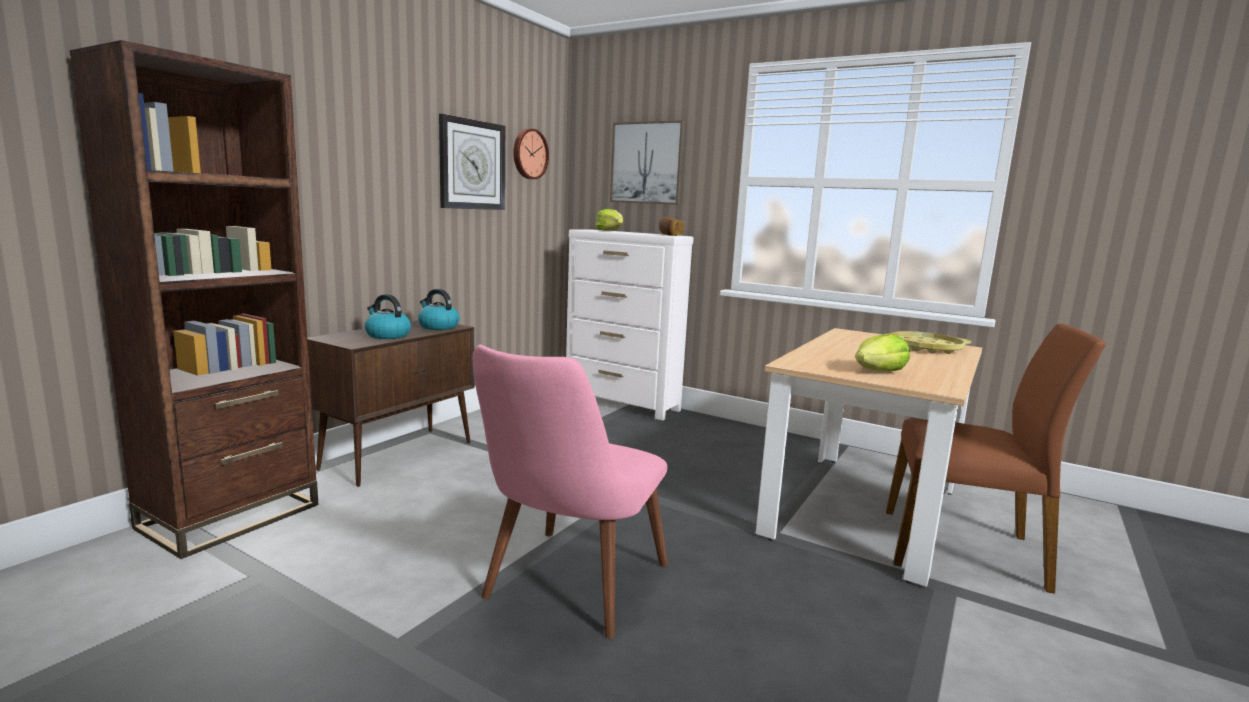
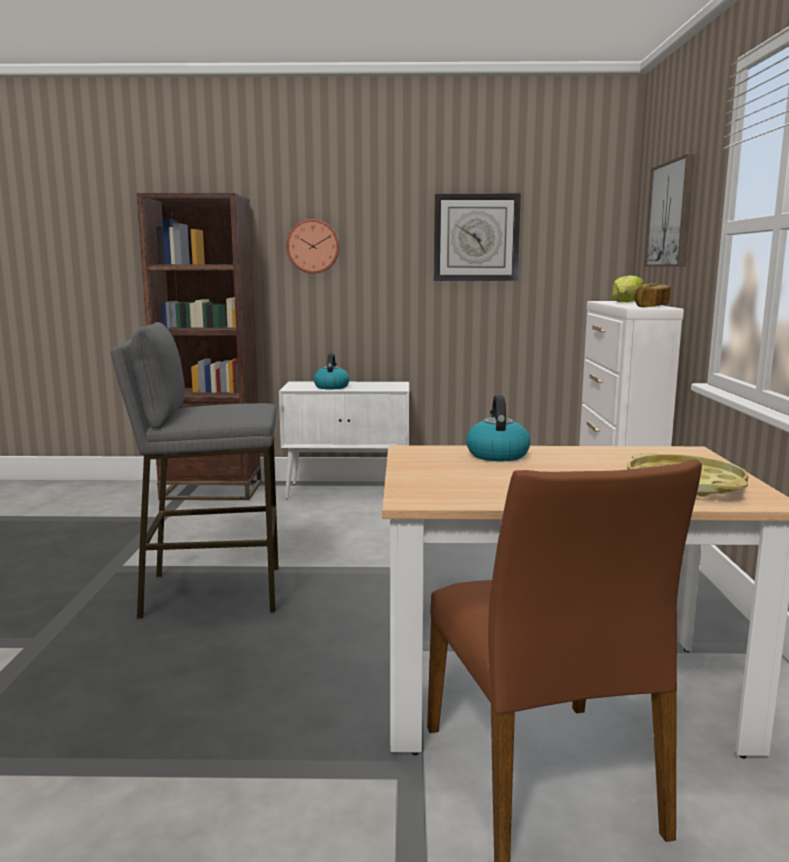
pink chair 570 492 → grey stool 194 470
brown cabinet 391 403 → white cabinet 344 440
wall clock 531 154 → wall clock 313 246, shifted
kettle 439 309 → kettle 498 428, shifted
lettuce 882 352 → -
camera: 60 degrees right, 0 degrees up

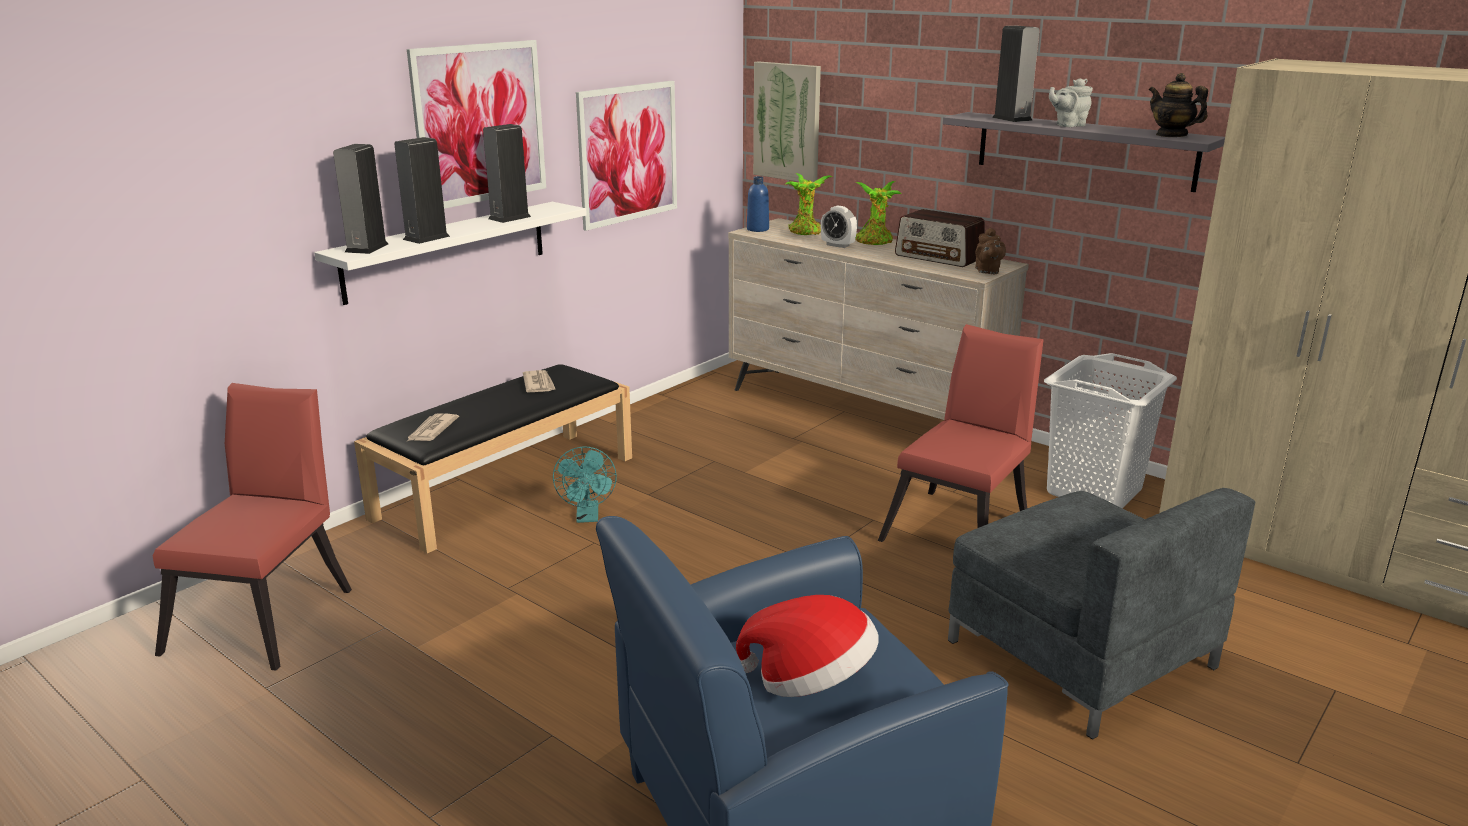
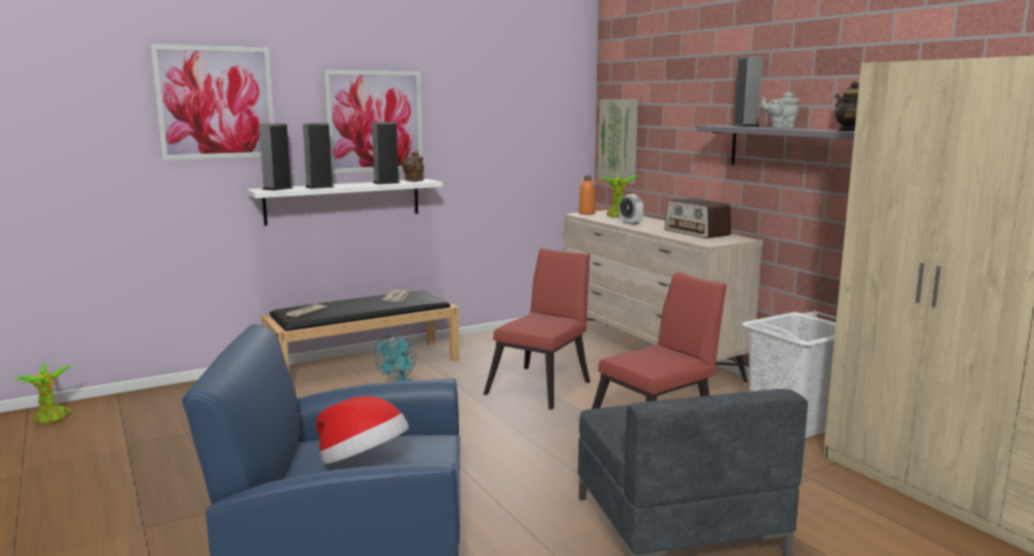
potted plant 878 213 → potted plant 43 393, shifted
picture 626 156 → picture 212 102, shifted
brown teapot 990 250 → brown teapot 413 167, shifted
red chair 252 526 → red chair 537 329, shifted
blue bottle 758 204 → orange bottle 587 195
camera: 20 degrees right, 10 degrees down

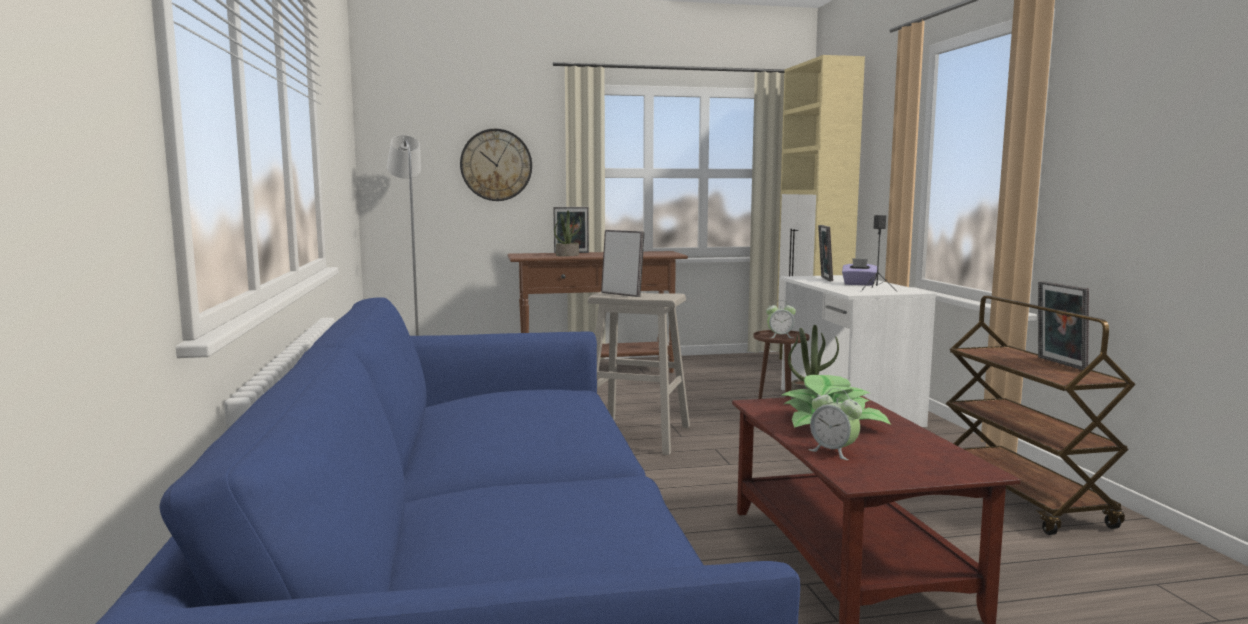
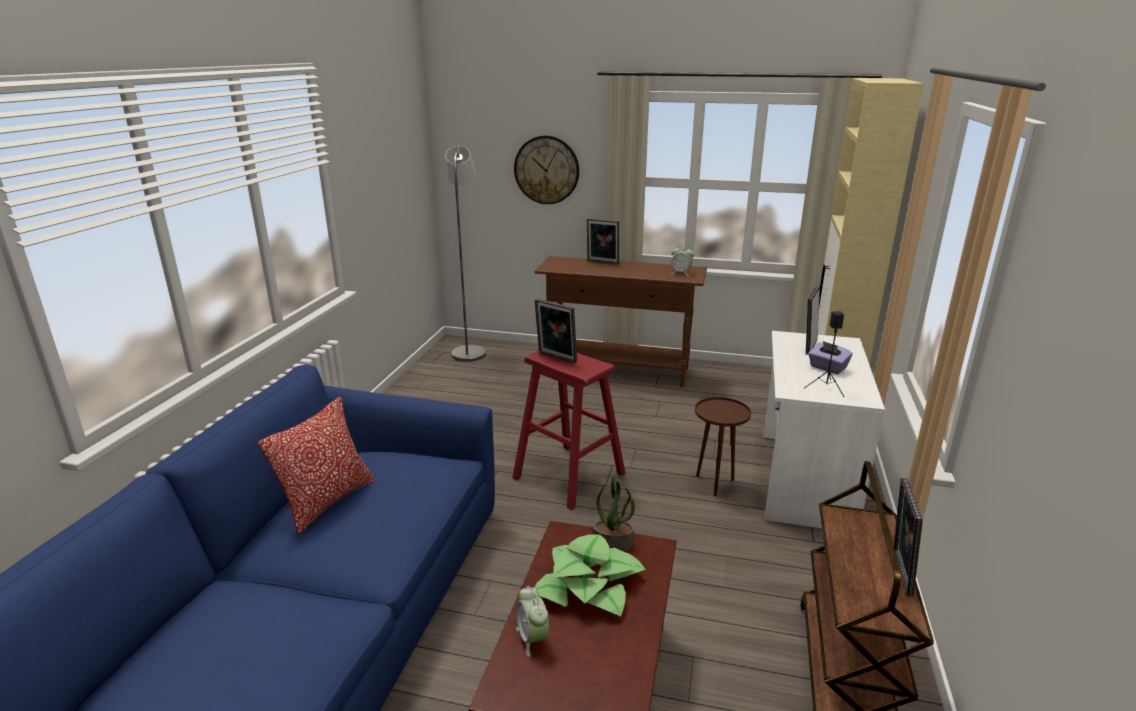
- → pillow 316 465
beige stool 639 373 → red stool 568 430
picture frame 623 263 → picture frame 556 331, 150 degrees clockwise
alarm clock 781 319 → alarm clock 682 262, shifted
potted plant 567 233 → -
camera: 25 degrees right, 15 degrees up

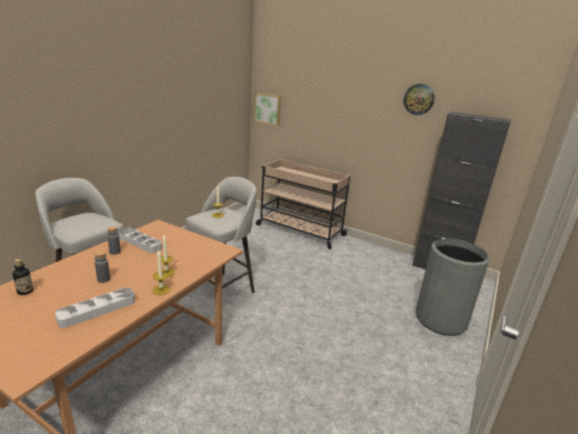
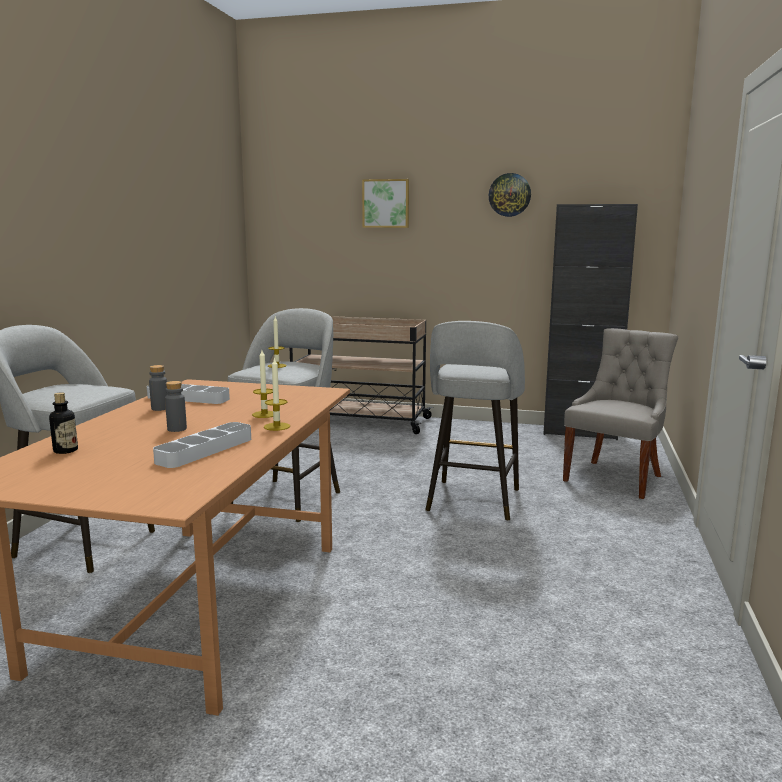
picture 267 109 → picture 385 203, shifted
- → grey stool 475 421
grey trash can 453 287 → grey chair 620 413
camera: 15 degrees left, 10 degrees down

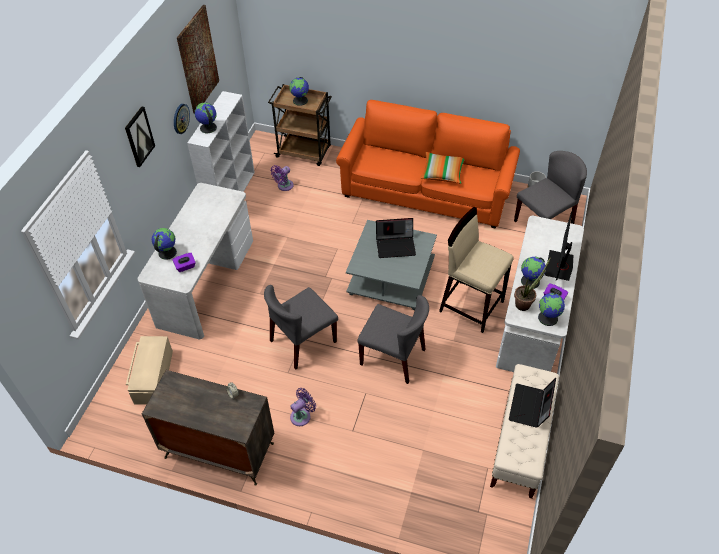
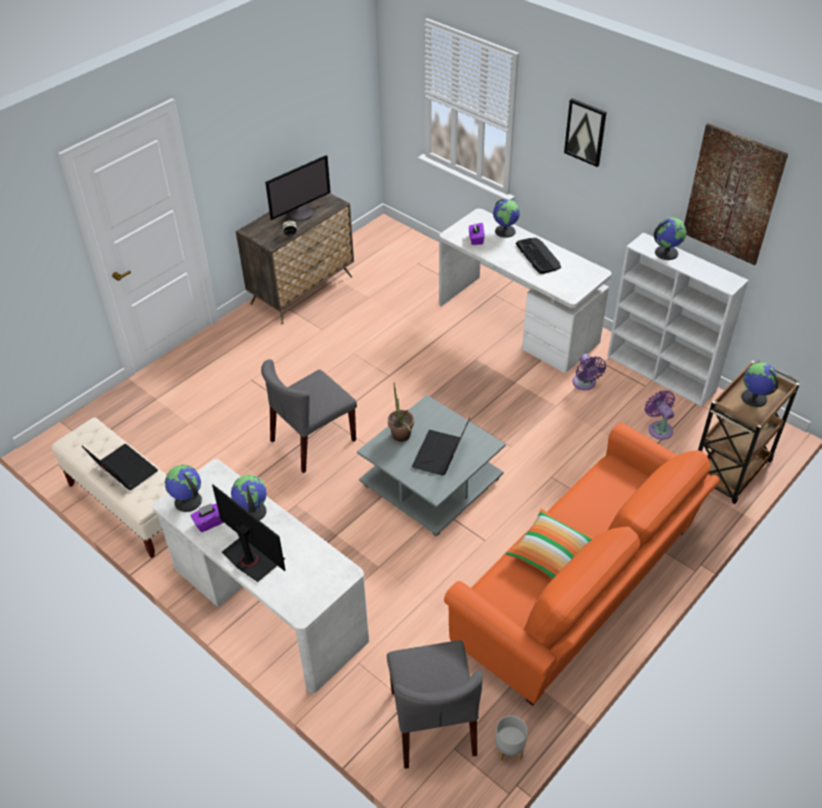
- → monitor 298 188
potted plant 532 284 → potted plant 401 412, shifted
- → keyboard 538 256
purple fan 303 407 → purple fan 589 372, shifted
beige storage box 149 370 → -
wall clock 182 119 → -
grey chair 301 327 → -
beige stool 476 270 → -
camera: 115 degrees right, 5 degrees down

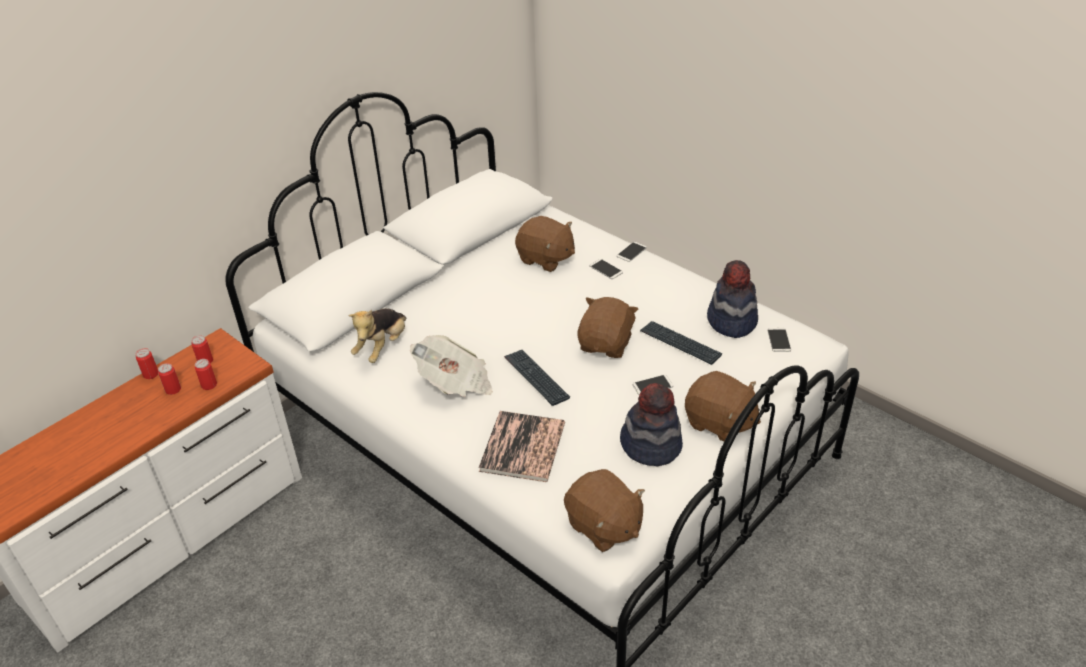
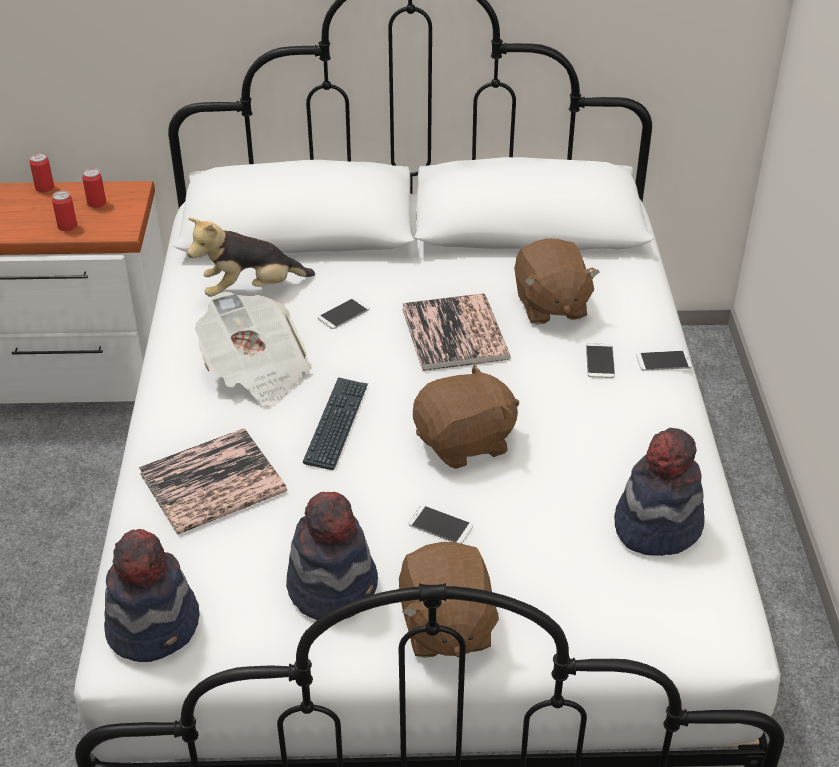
brown plush toy 604 510 → hat 152 595
phone 779 340 → phone 344 313, shifted
- → book 456 332
can 169 379 → -
keyboard 681 343 → -
camera: 45 degrees right, 0 degrees up

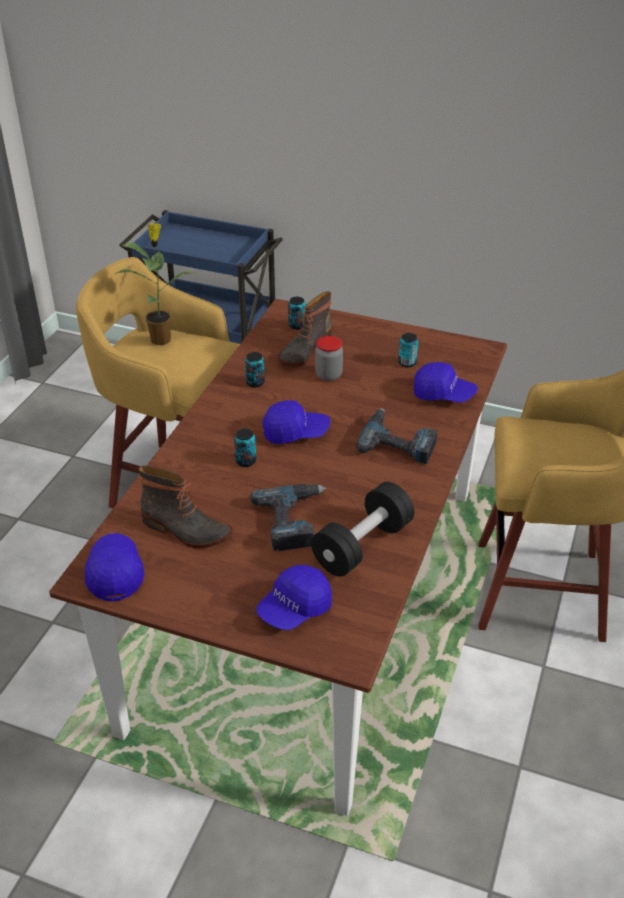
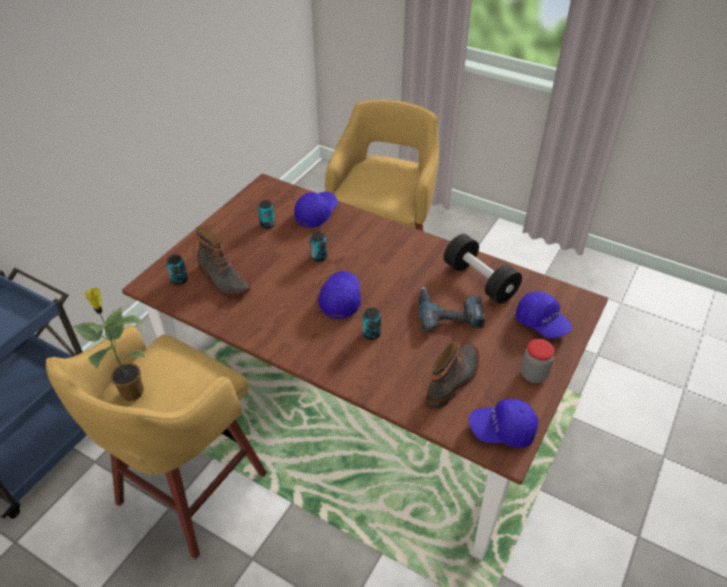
can 255 369 → can 318 247, shifted
jar 329 358 → jar 538 361, shifted
power drill 397 436 → -
camera: 80 degrees left, 5 degrees up

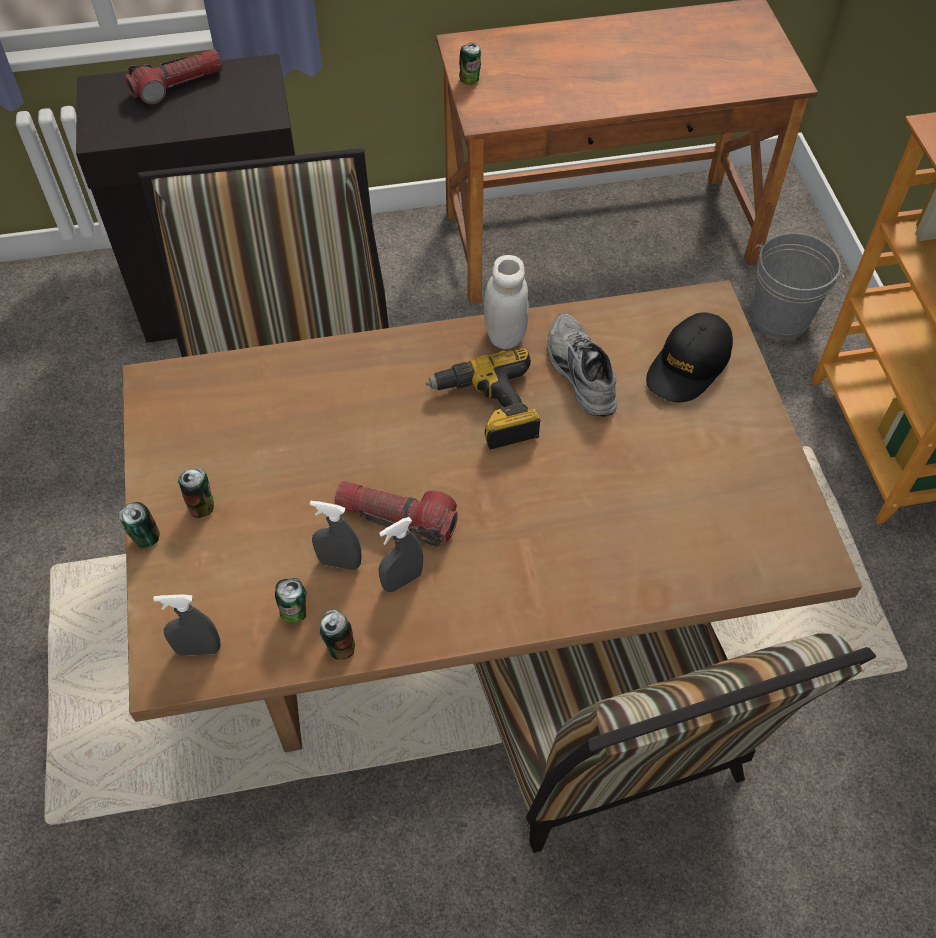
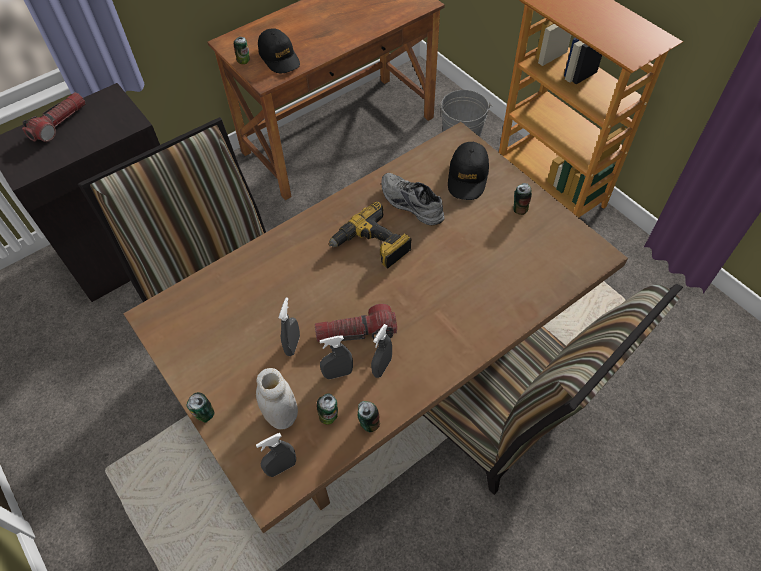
white jar 506 302 → white jar 277 398, shifted
- → black cap 279 50
- → grey spray bottle 289 326
can 196 493 → can 522 199, shifted
camera: 25 degrees left, 0 degrees up

